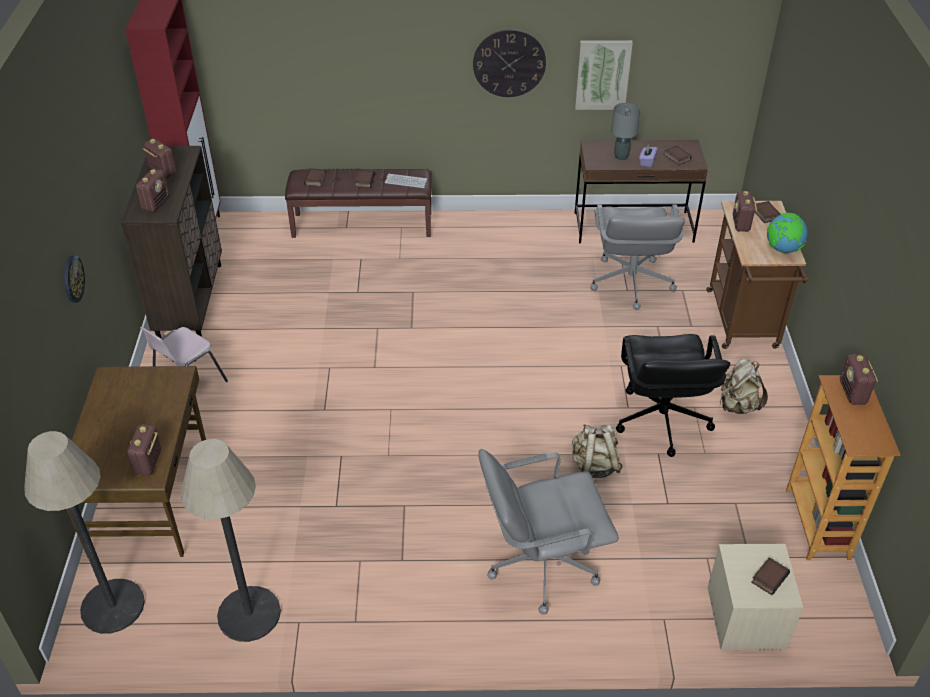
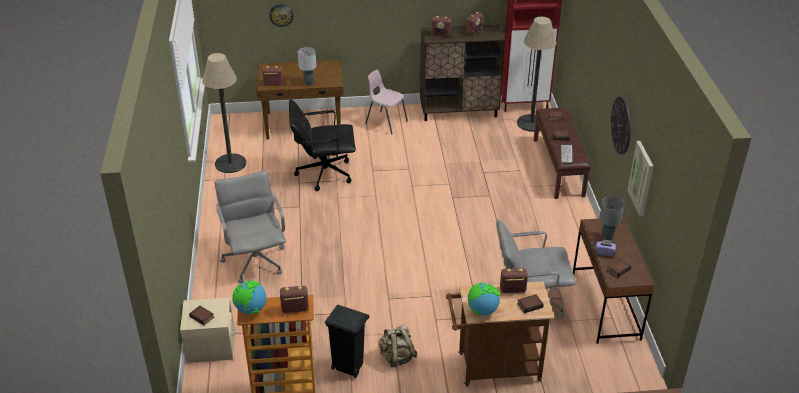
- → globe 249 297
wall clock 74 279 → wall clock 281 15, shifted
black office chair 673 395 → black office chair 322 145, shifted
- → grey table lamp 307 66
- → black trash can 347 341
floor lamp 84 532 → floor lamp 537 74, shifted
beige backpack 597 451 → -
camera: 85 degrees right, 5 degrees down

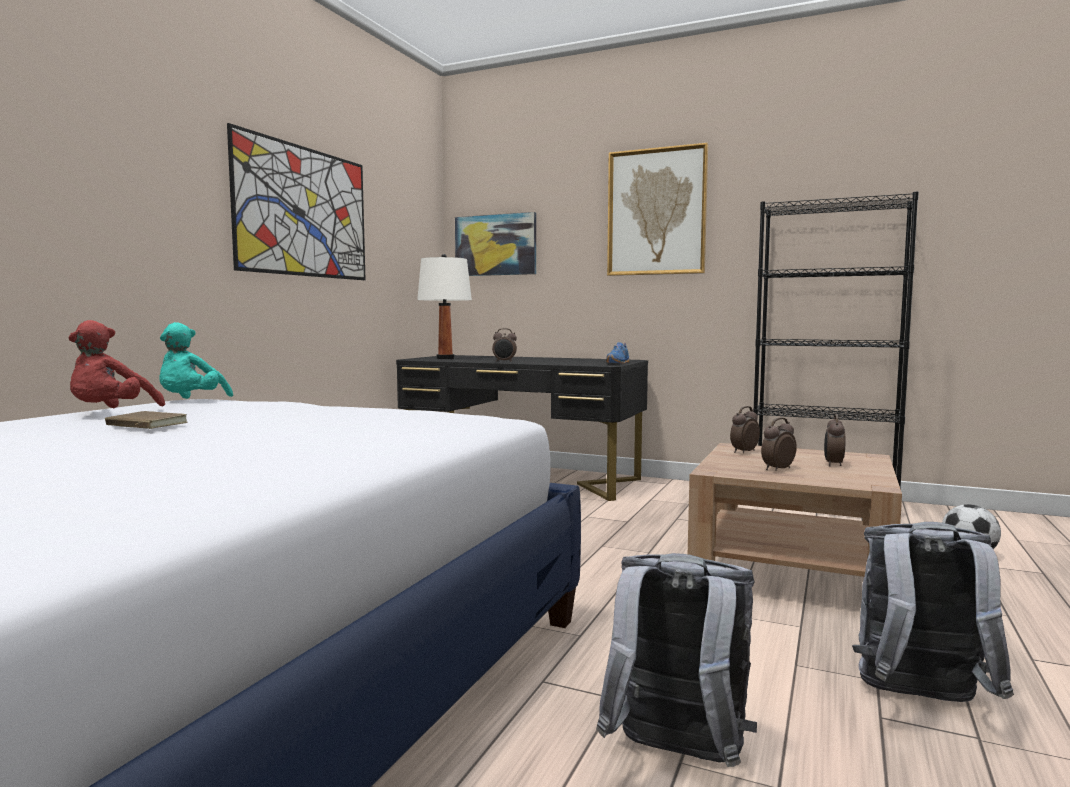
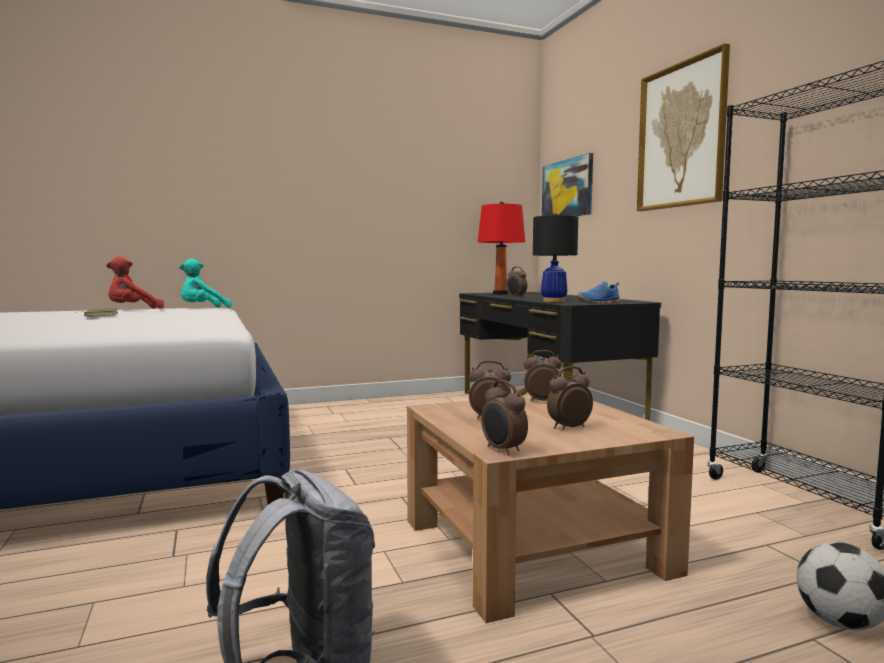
white table lamp 444 306 → red table lamp 501 247
- → alarm clock 504 418
- → black table lamp 555 257
picture 296 201 → -
grey backpack 676 660 → -
camera: 45 degrees right, 0 degrees up

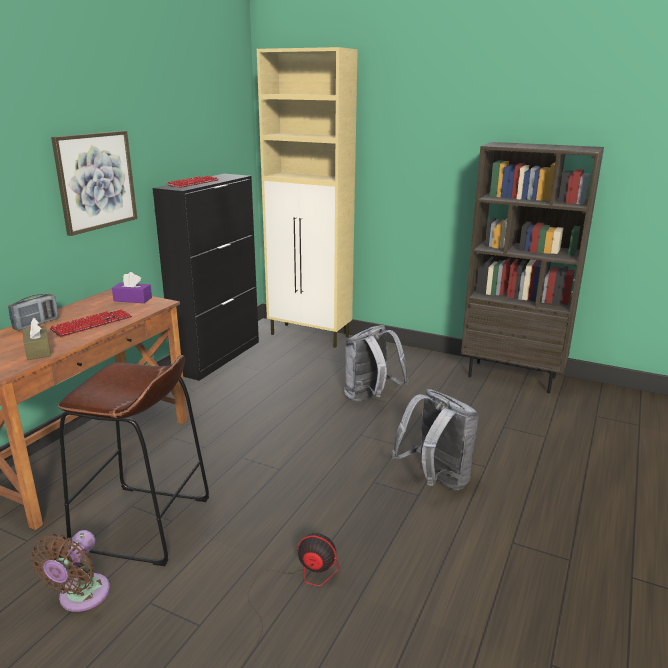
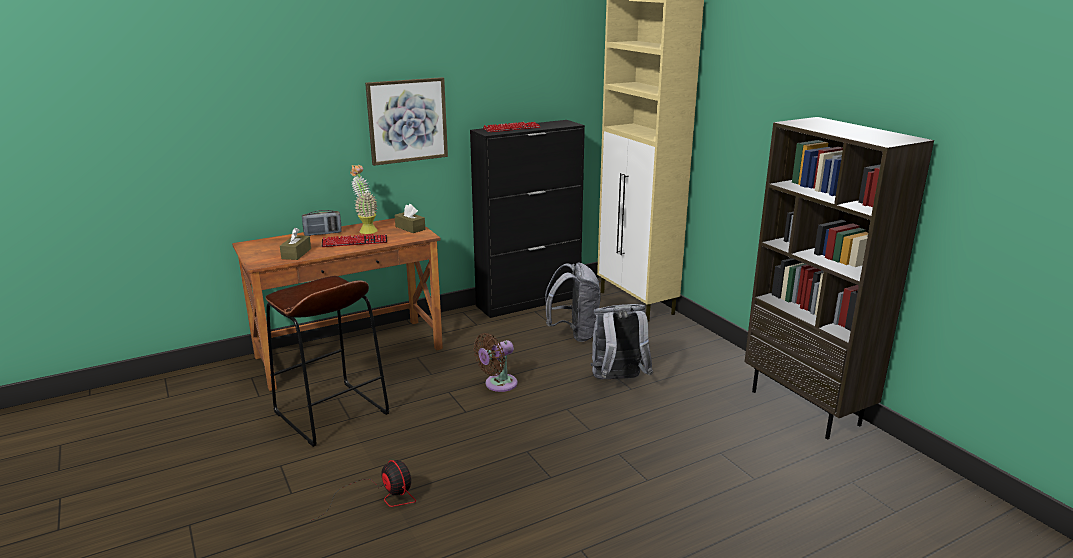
- → potted plant 364 199
purple tissue box 132 287 → brown tissue box 410 218
brown fan 70 571 → brown fan 495 362, shifted
grey backpack 435 439 → grey backpack 573 302, shifted
camera: 35 degrees right, 0 degrees up

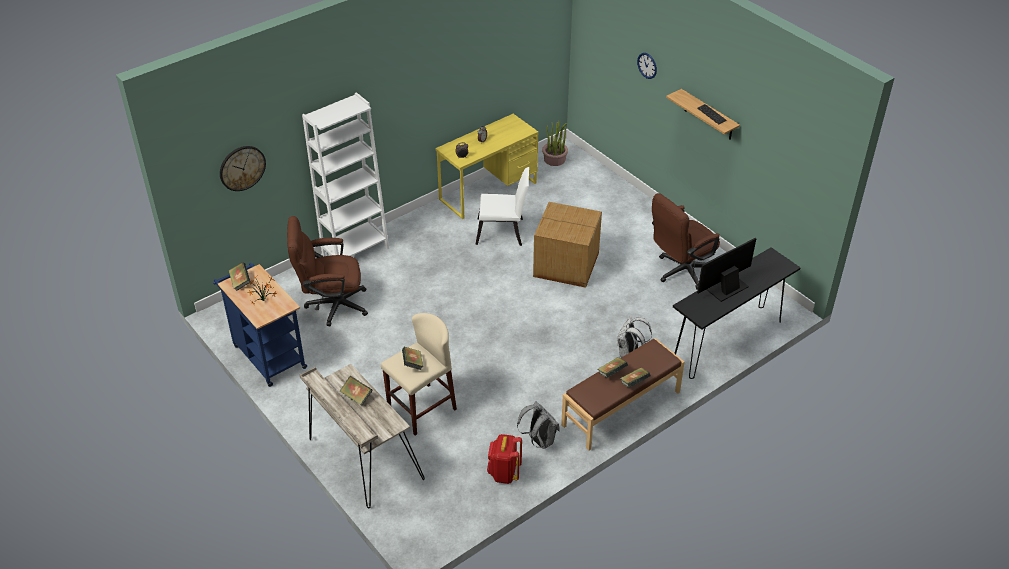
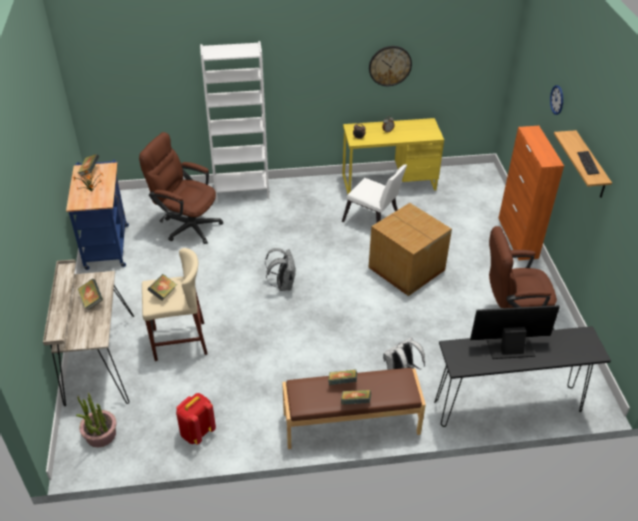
potted plant 555 143 → potted plant 96 420, shifted
grey backpack 538 425 → grey backpack 280 269, shifted
wall clock 243 168 → wall clock 390 66, shifted
- → orange cabinet 531 193
camera: 30 degrees right, 0 degrees up

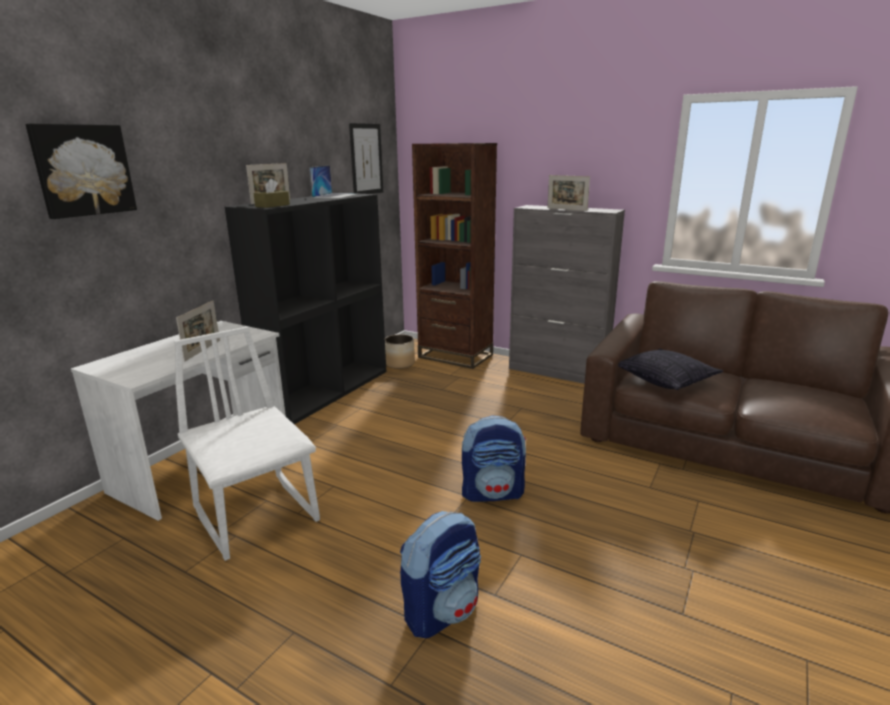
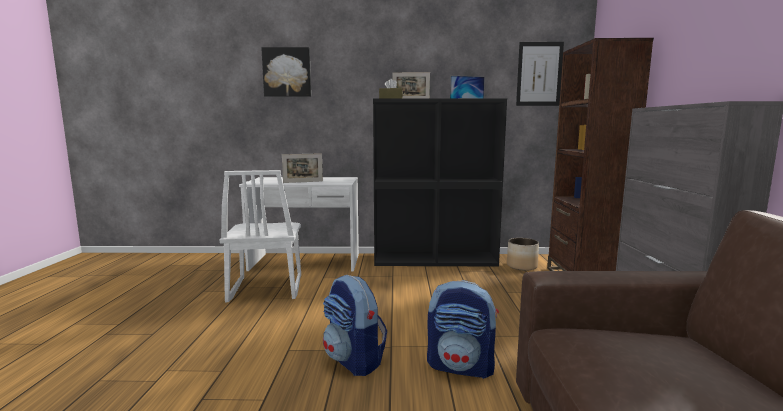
white chair 247 443 → white chair 260 236, 150 degrees clockwise
backpack 440 574 → backpack 463 329, shifted
picture frame 568 193 → -
pillow 670 369 → -
camera: 60 degrees right, 10 degrees down

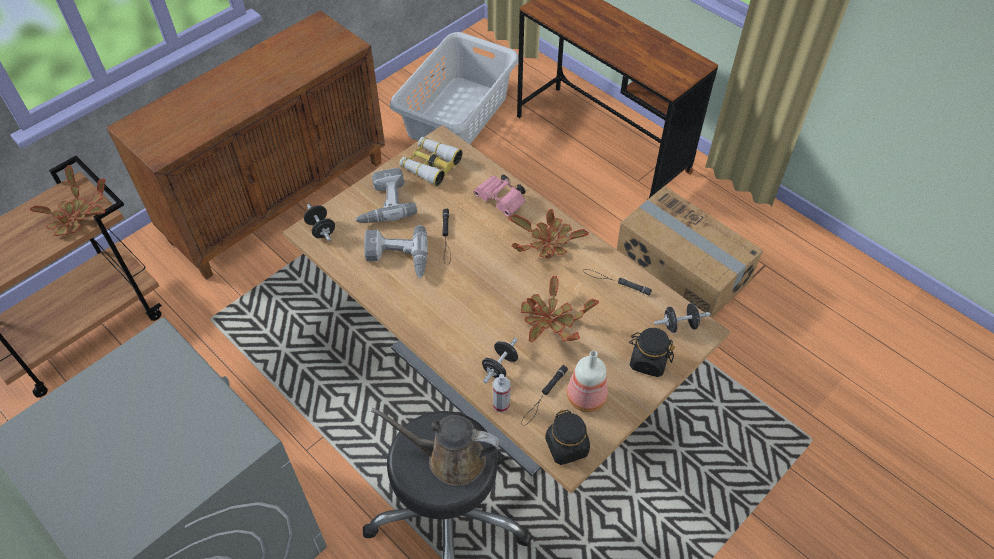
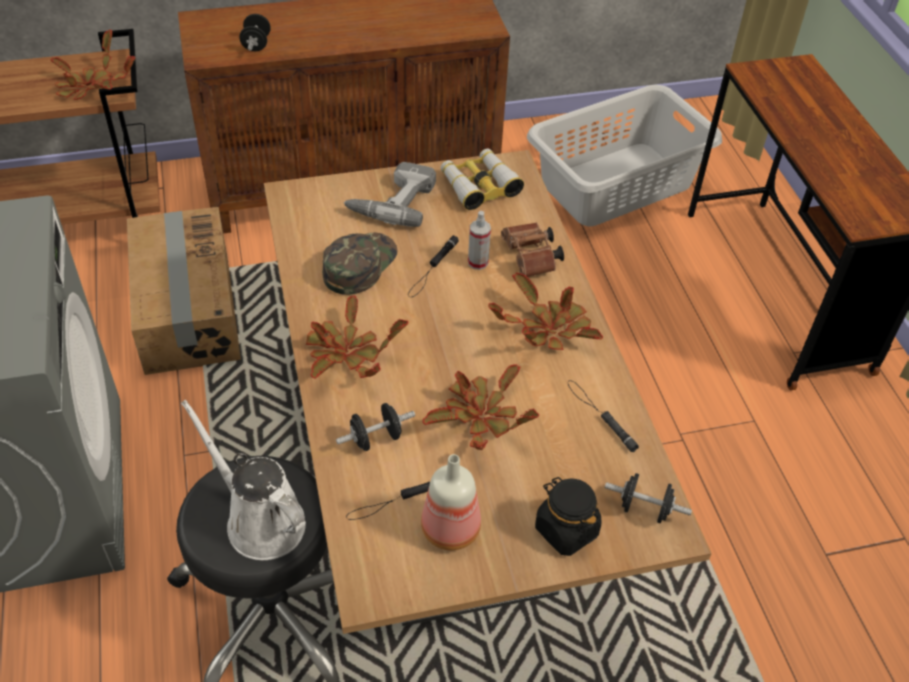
cardboard box 690 252 → cardboard box 184 291, shifted
brown watering can 435 447 → white watering can 243 480
black dumbbell 319 222 → black dumbbell 255 32, shifted
- → potted plant 357 337
power drill 396 251 → green cap 359 263
spray bottle 502 393 → spray bottle 479 240, shifted
pink binoculars 499 195 → brown binoculars 532 249
black jar 567 437 → -
camera: 30 degrees right, 5 degrees down

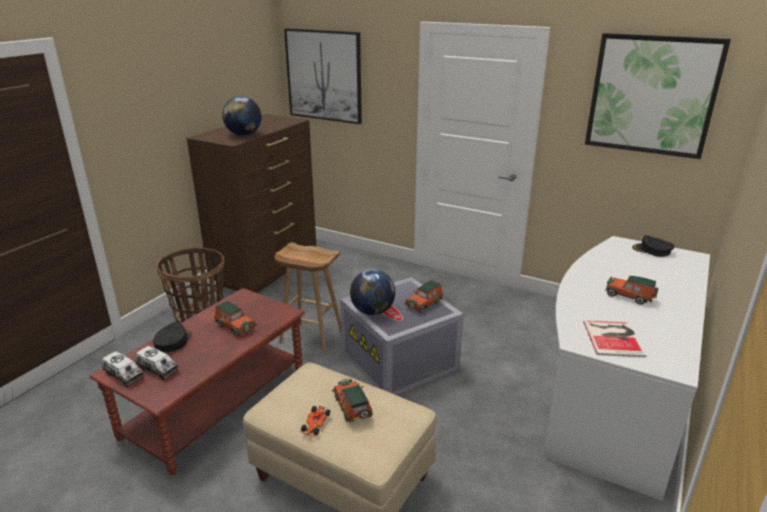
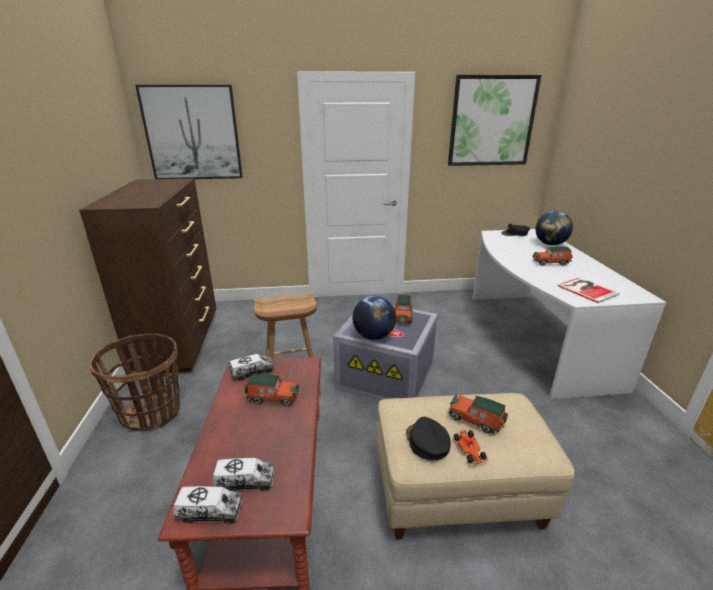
- → toy truck 251 367
black cap 172 337 → black cap 428 438, shifted
globe 242 116 → globe 554 228, shifted
camera: 35 degrees left, 0 degrees up

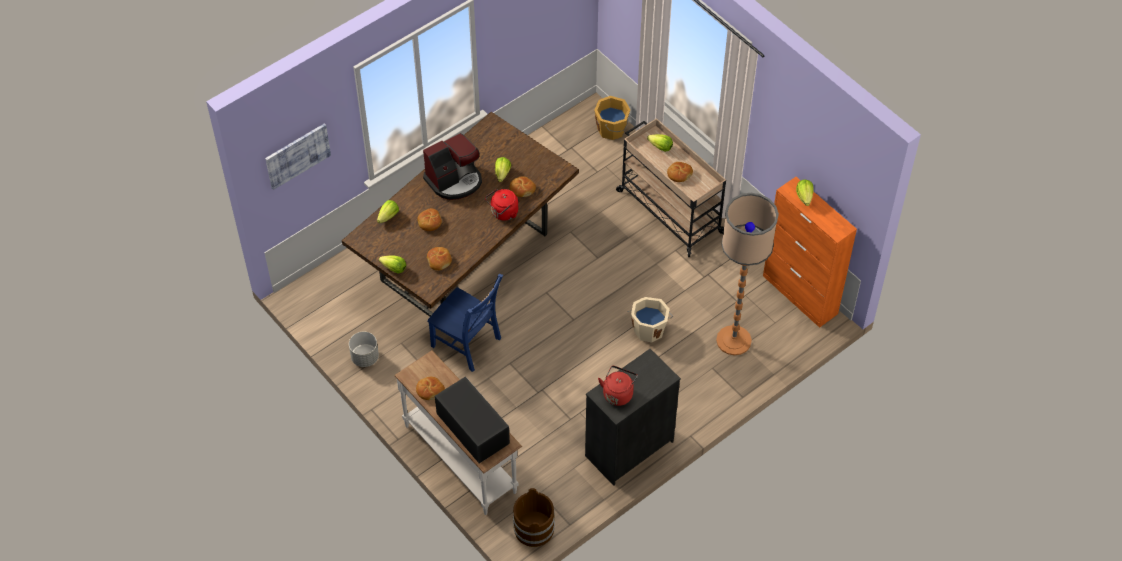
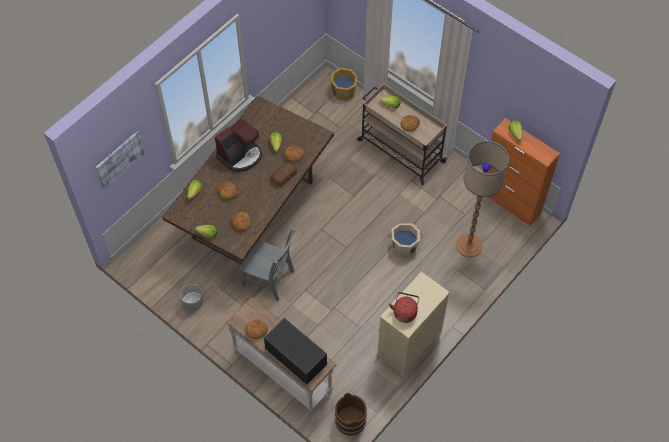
blue chair 465 323 → grey chair 267 264
red kettle 501 205 → bread 284 175
black dresser 633 417 → beige dresser 413 324
camera: 10 degrees left, 5 degrees up

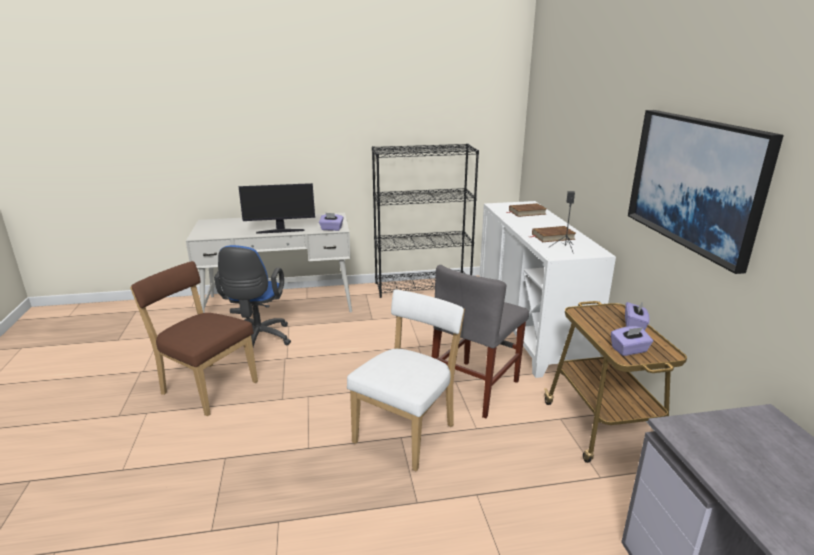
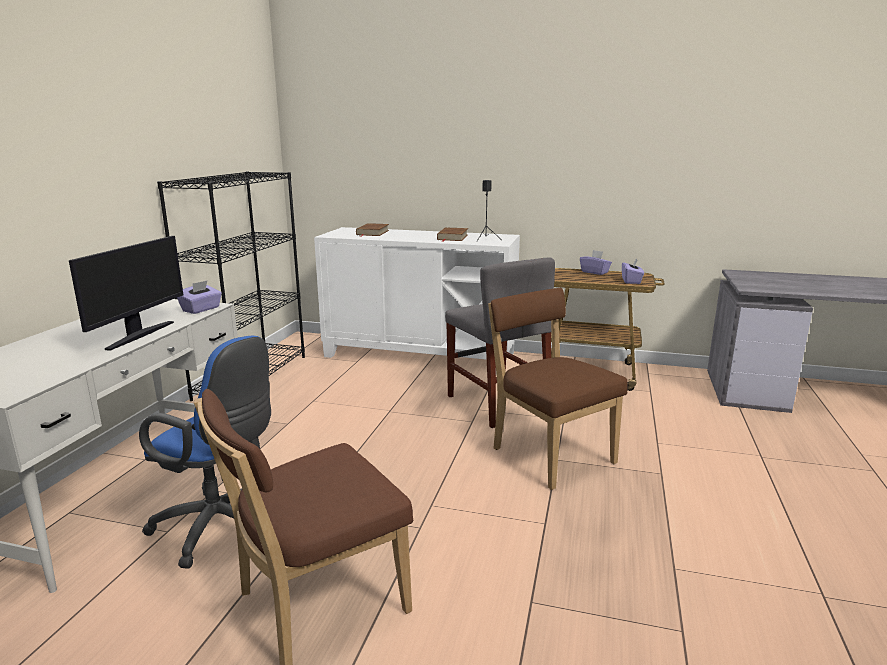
white chair 406 380 → brown chair 558 389
picture 706 192 → -
camera: 65 degrees left, 5 degrees down

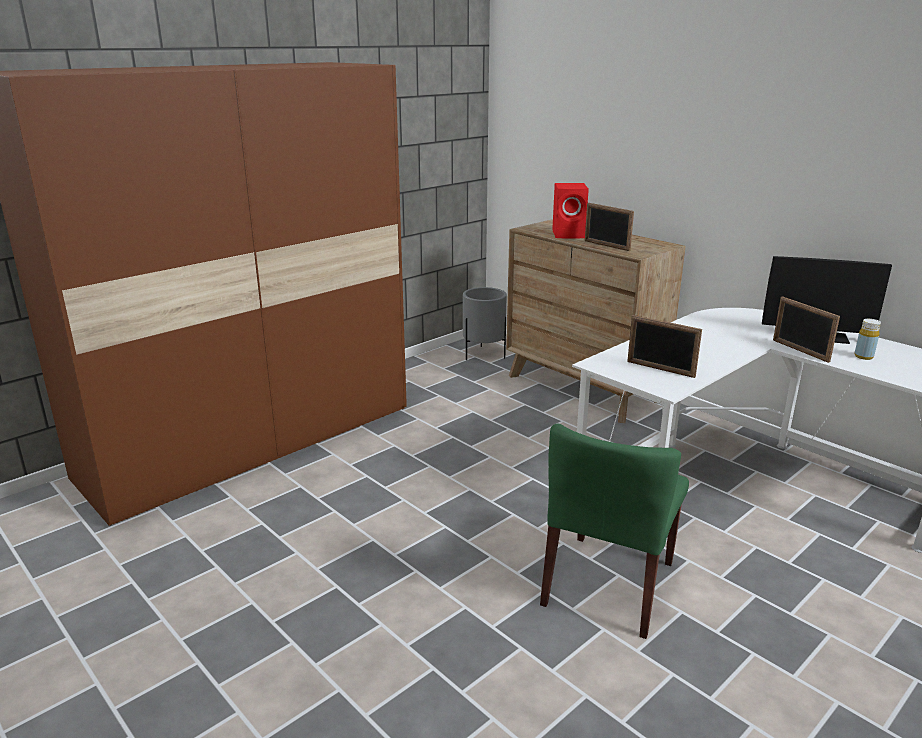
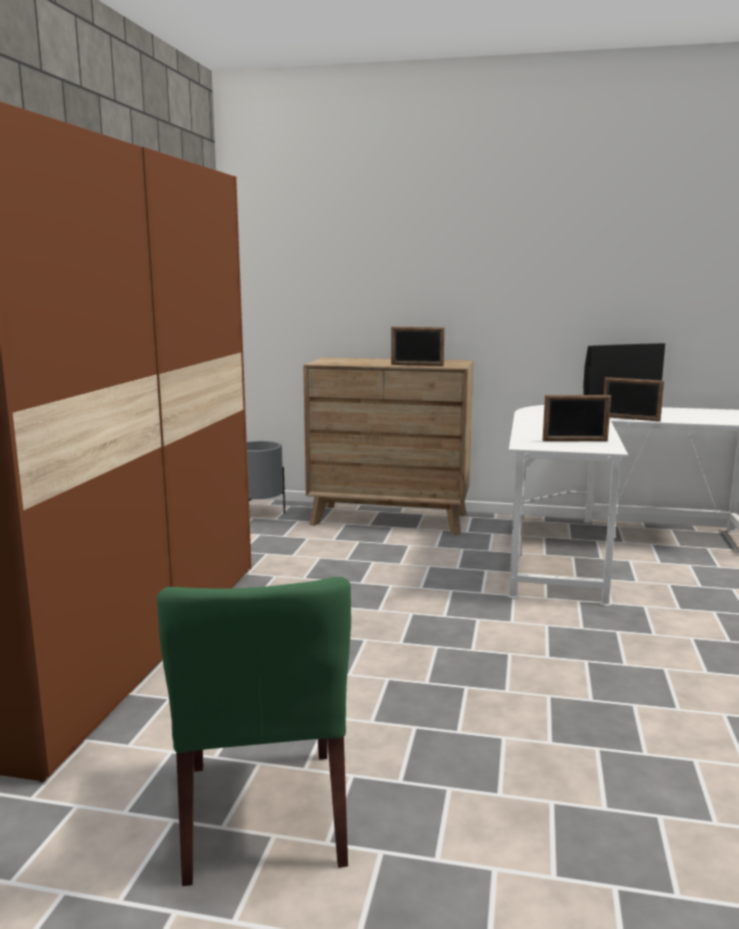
green chair 614 531 → green chair 254 731, shifted
red speaker 570 211 → -
yellow bottle 867 339 → -
camera: 35 degrees left, 10 degrees down

